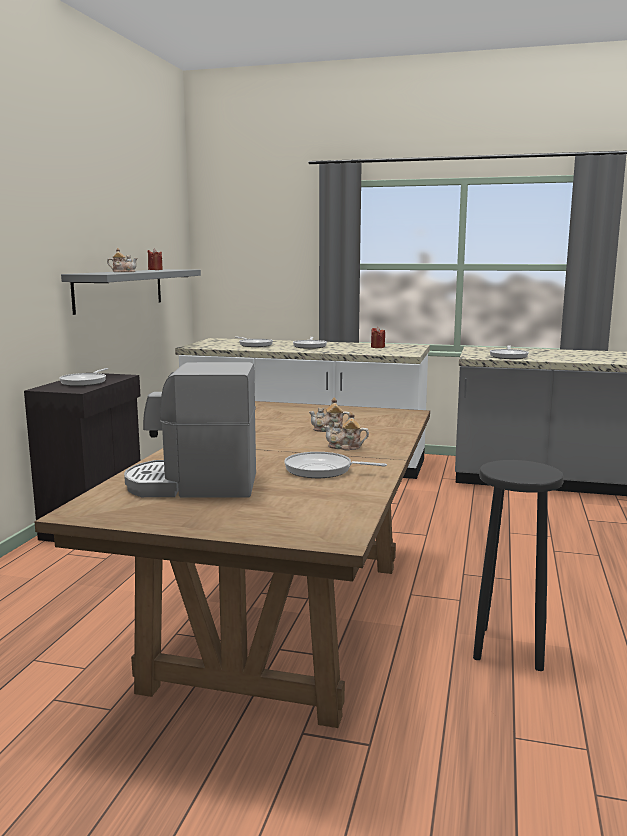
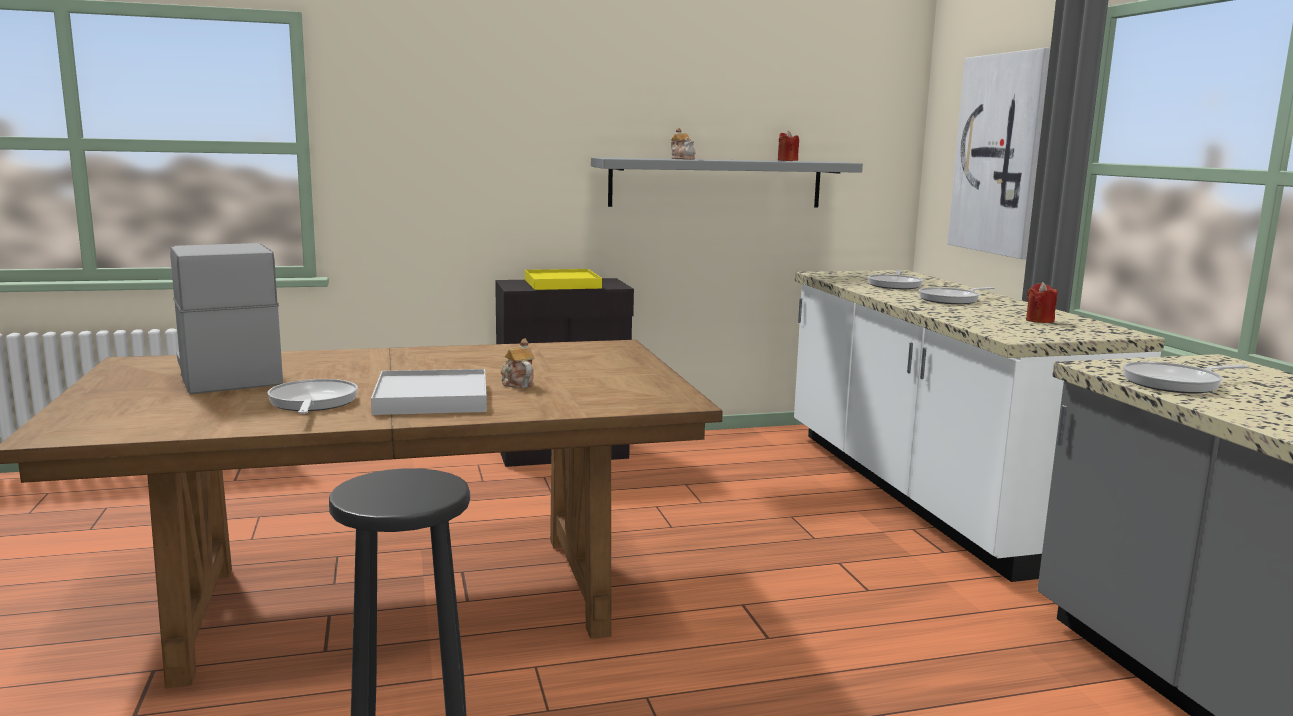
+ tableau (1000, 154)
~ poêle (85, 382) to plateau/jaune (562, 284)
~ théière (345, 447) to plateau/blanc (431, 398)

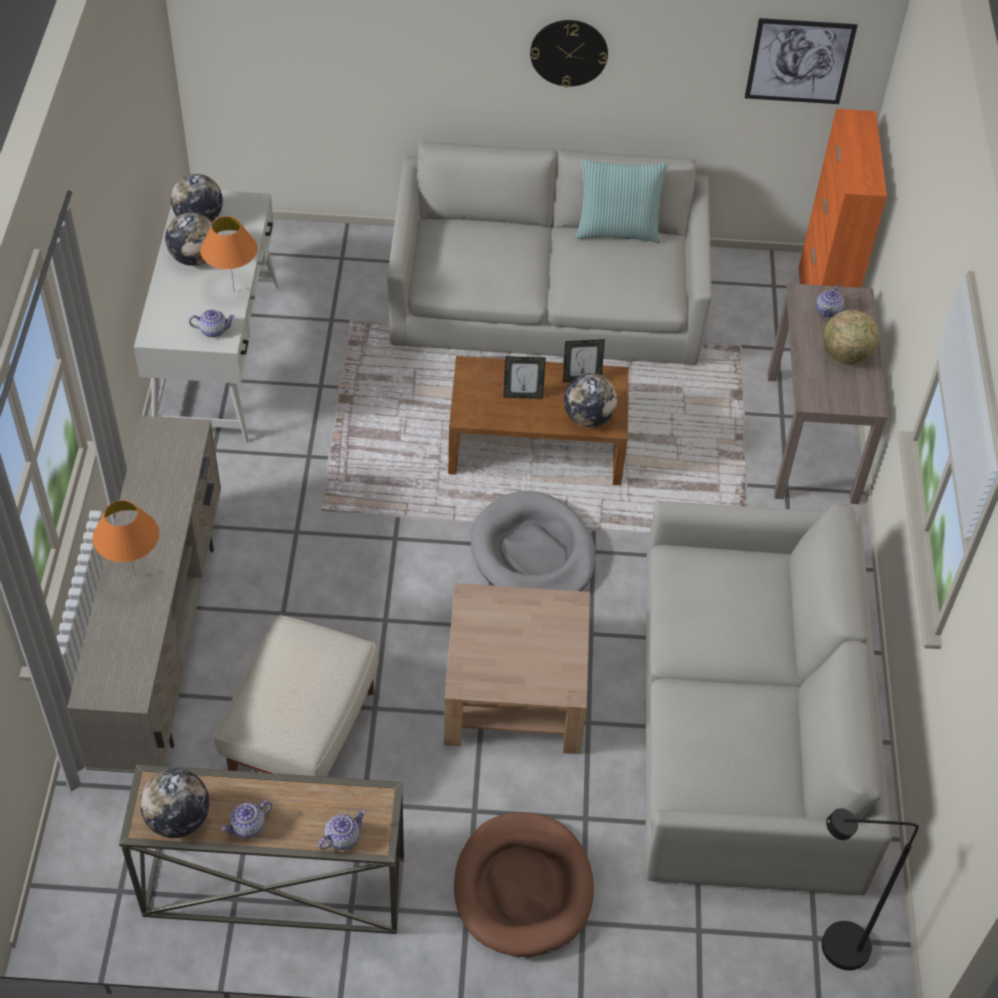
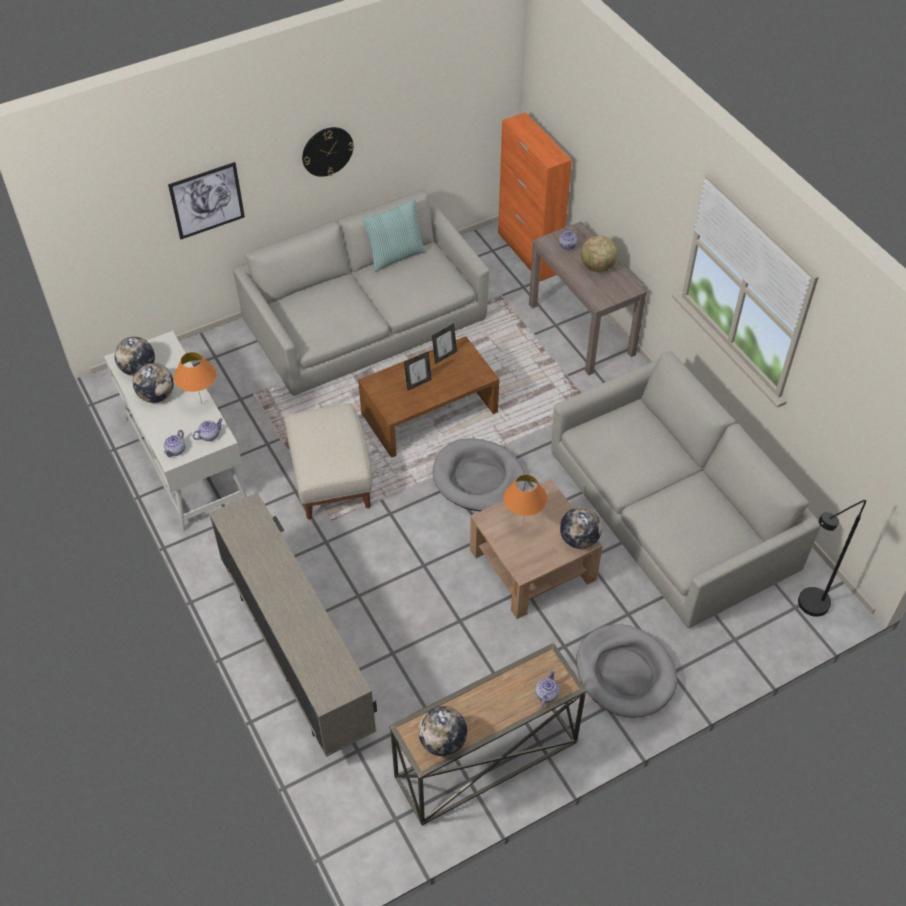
~ lampe de table/orange (135, 576) to (523, 524)
~ pouf/beige (303, 732) to (331, 477)
~ théière (248, 826) to (176, 450)
~ globe (588, 418) to (579, 539)
~ tableau (799, 61) to (207, 200)
~ panier pour chien/marron (523, 887) to panier pour chien/gris (625, 673)

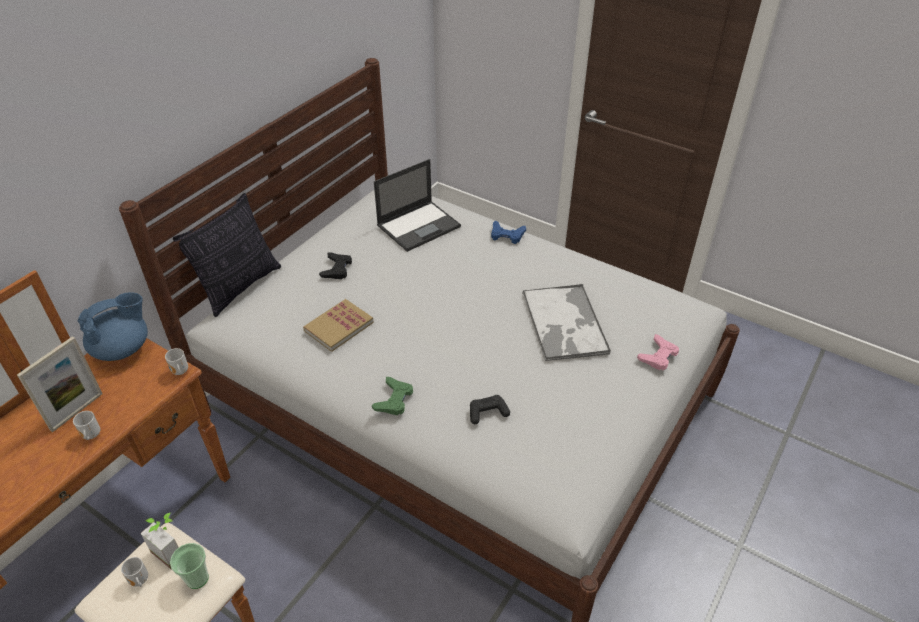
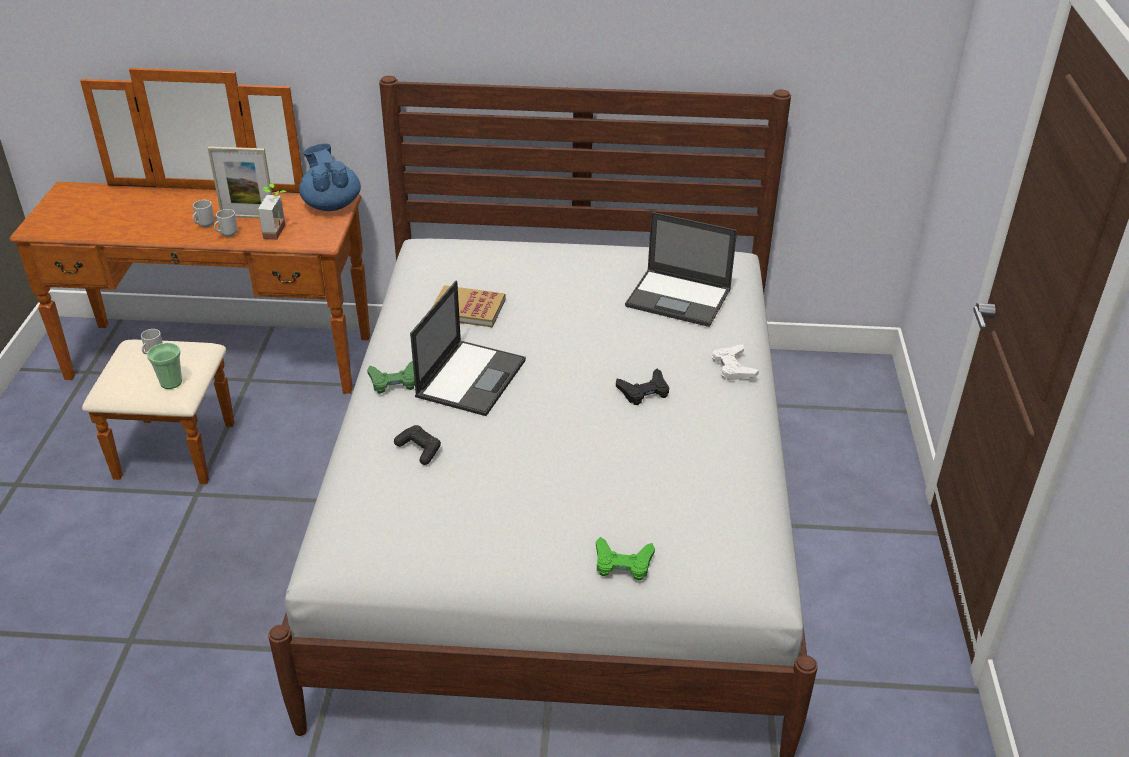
- coussin (240, 286)
- plateau (564, 323)
+ ordinateur portable (471, 377)
~ plante en pot (172, 550) to (280, 232)
~ mug (180, 372) to (204, 225)
~ manette/noir (337, 269) to (644, 391)
~ manette/bleu (507, 235) to manette/blanc (733, 367)
~ manette/rose (658, 356) to manette/vert (623, 563)
~ théière/bleu (123, 348) = (331, 204) 135 degrees counterclockwise

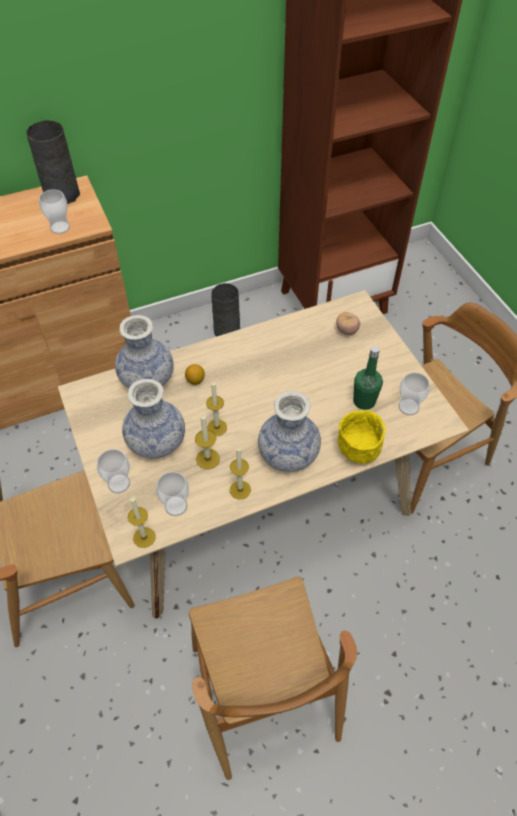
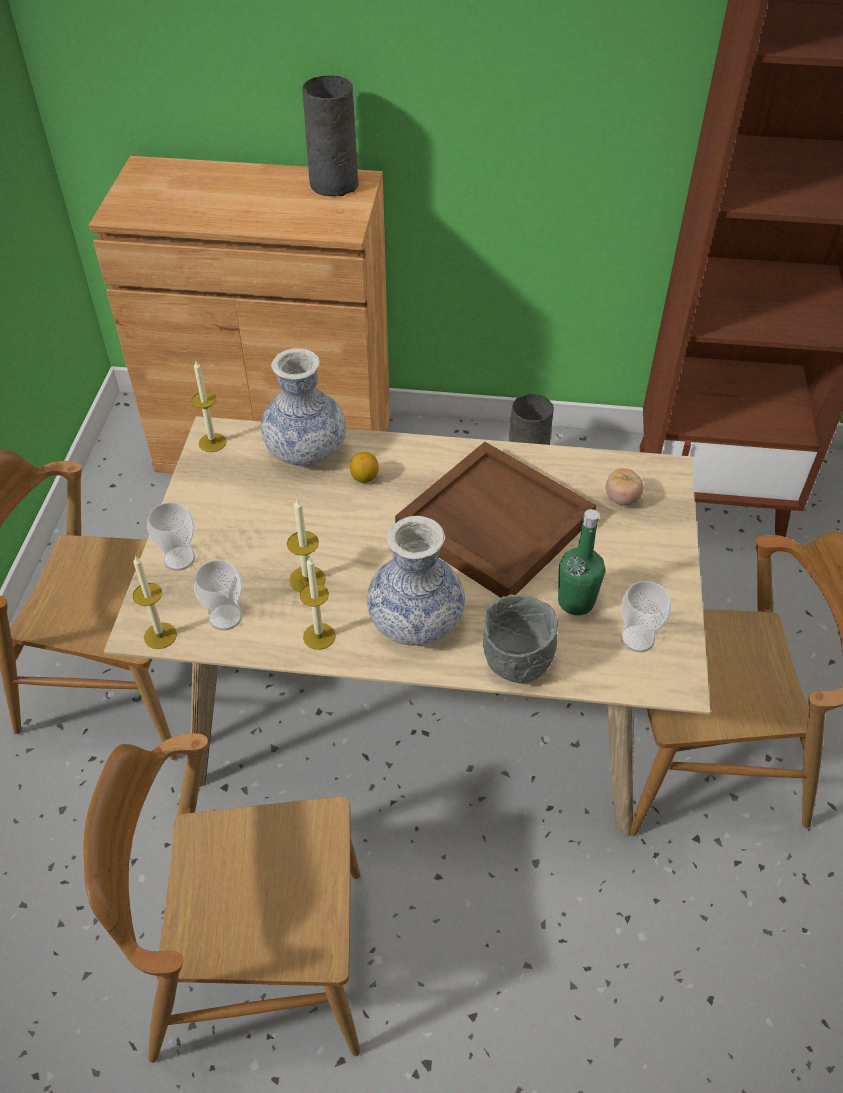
- tasse (60, 227)
- vase (156, 442)
+ plateau/marron (493, 524)
~ bougie (217, 427) to (212, 442)
~ bol/jaune (358, 450) to bol/gris (518, 662)
~ chaise/marron (264, 693) = (259, 961) 75 degrees clockwise

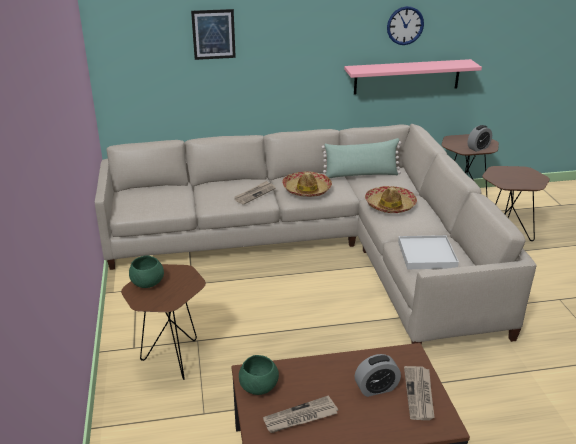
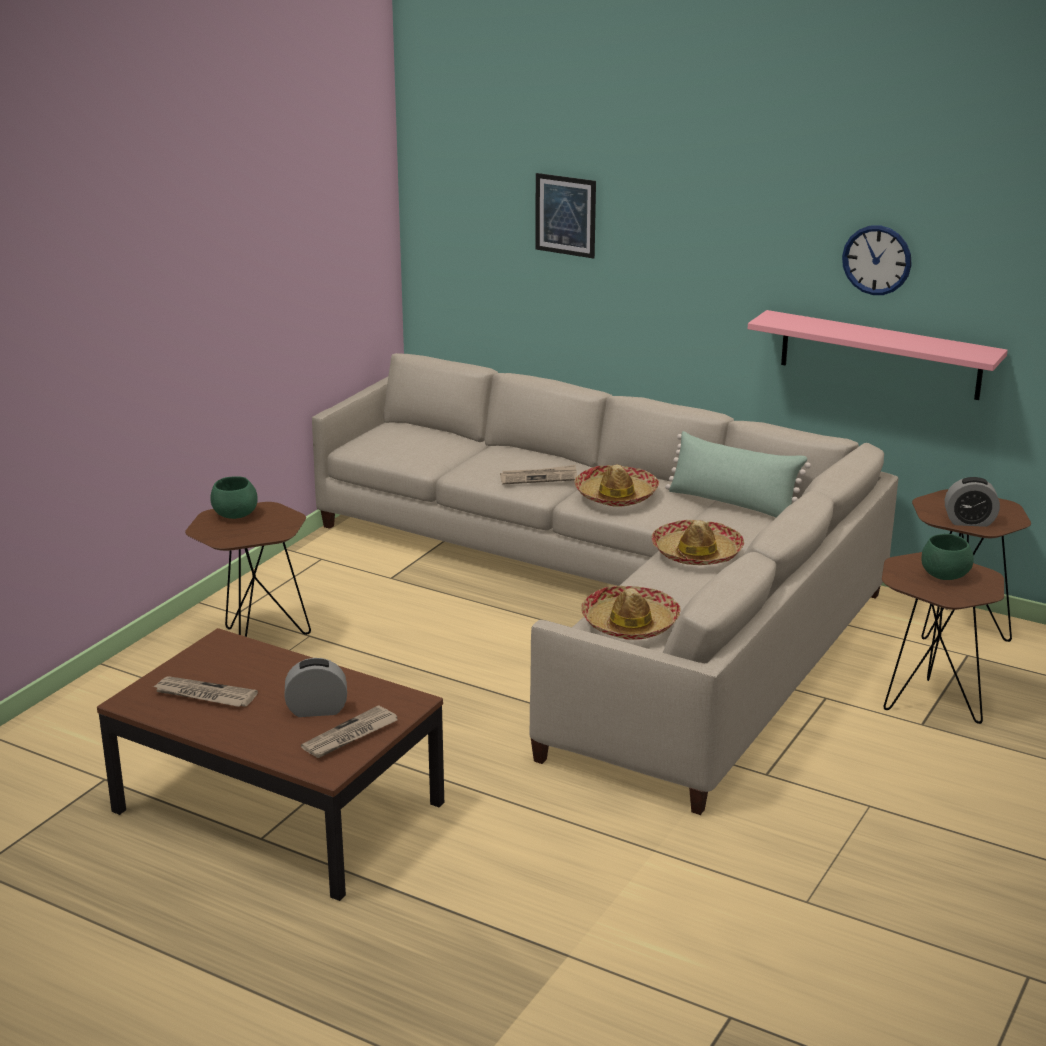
~ bol/vert (258, 387) to (944, 576)
~ plateau/blanc (427, 255) to chapeau (630, 624)
~ réveil (376, 388) = (317, 710) 150 degrees clockwise

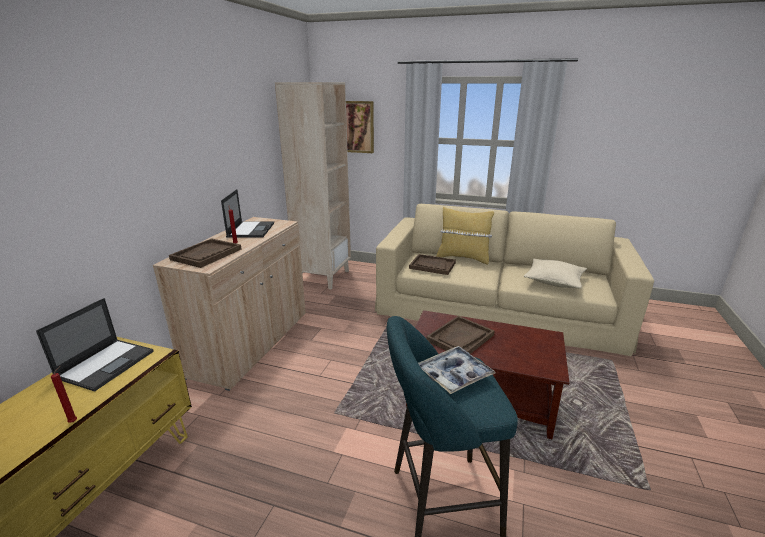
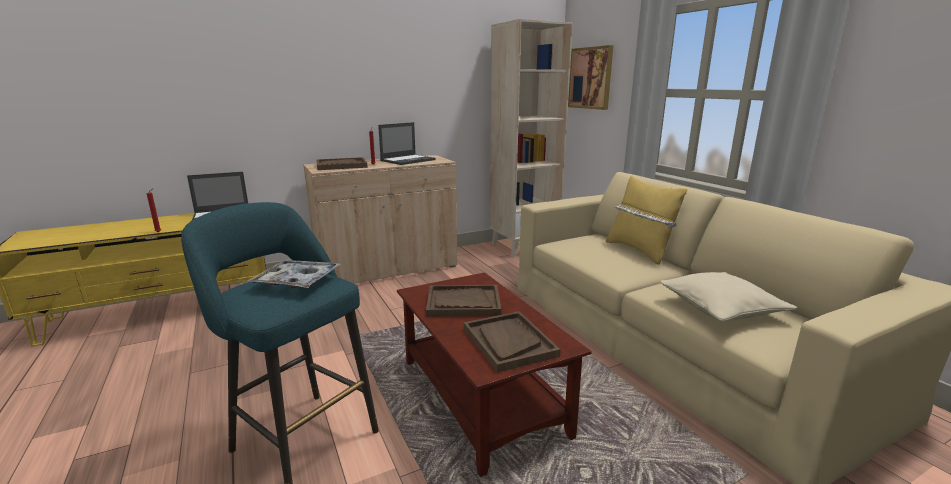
~ plateau/marron (432, 265) to (508, 342)

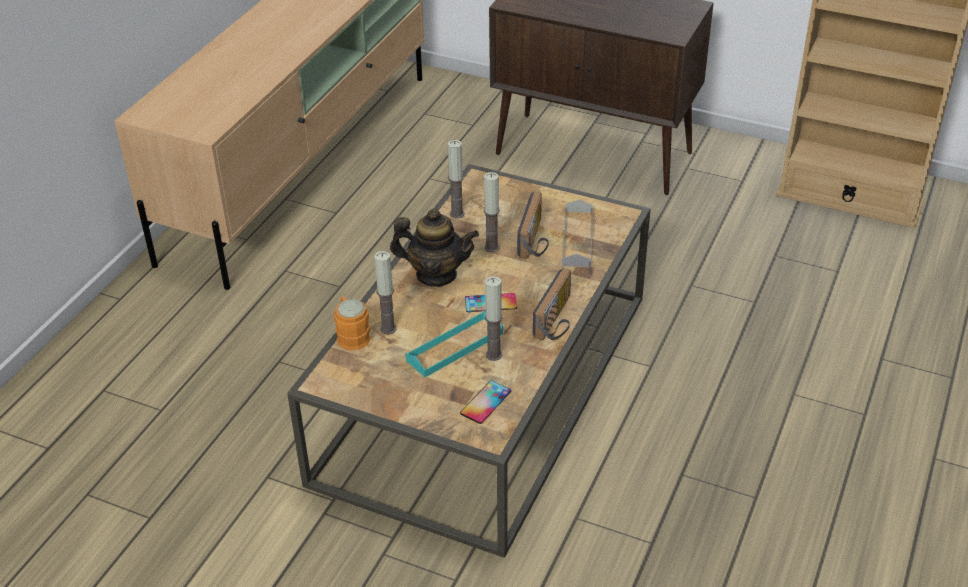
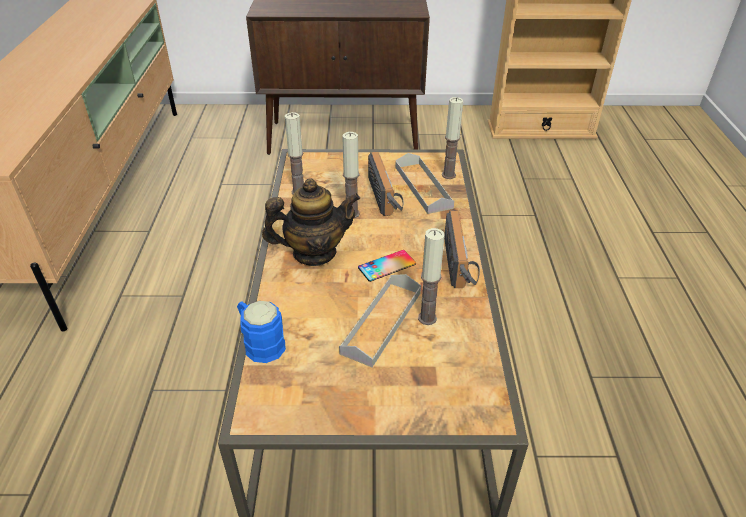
- téléphone (485, 402)
~ bougie (388, 328) to (448, 175)
~ mug/orange (351, 334) to mug/bleu (260, 342)
~ plateau/turquoise (455, 347) to plateau/gris (382, 322)

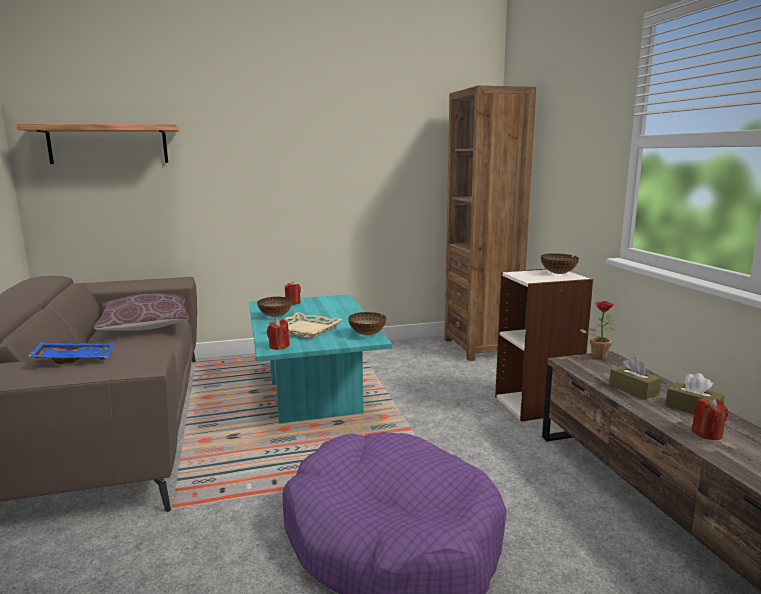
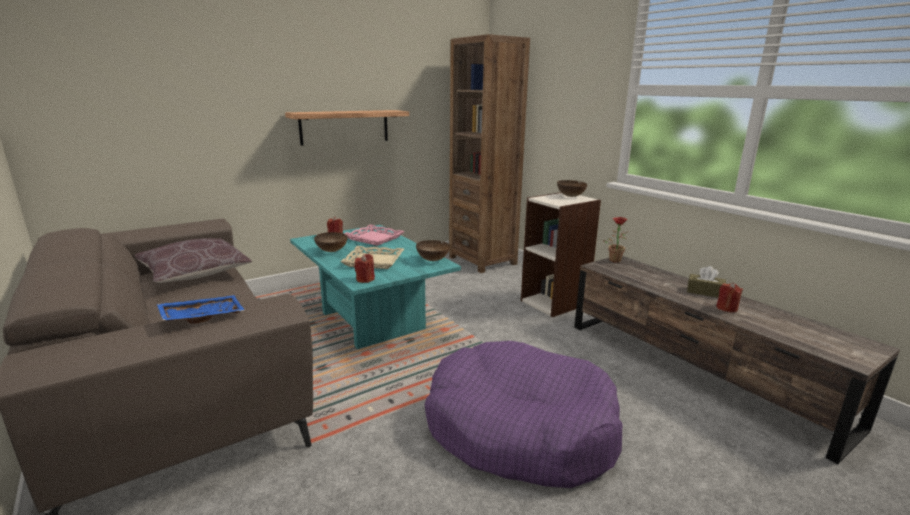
- boîte à mouchoirs/marron (633, 390)
+ plateau/rose (374, 238)
~ étagère (108, 144) to (345, 127)

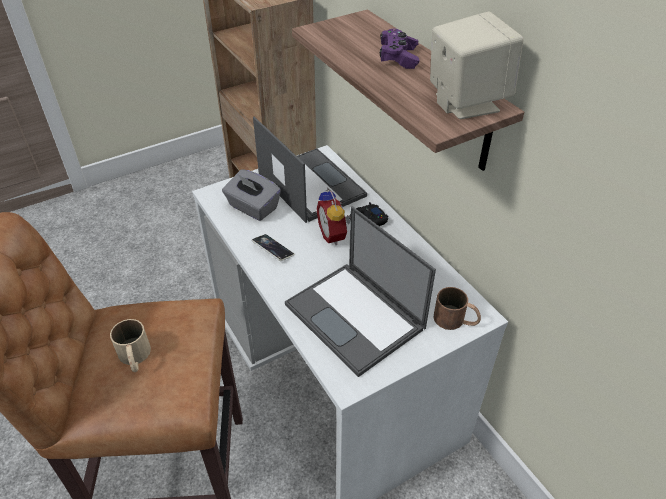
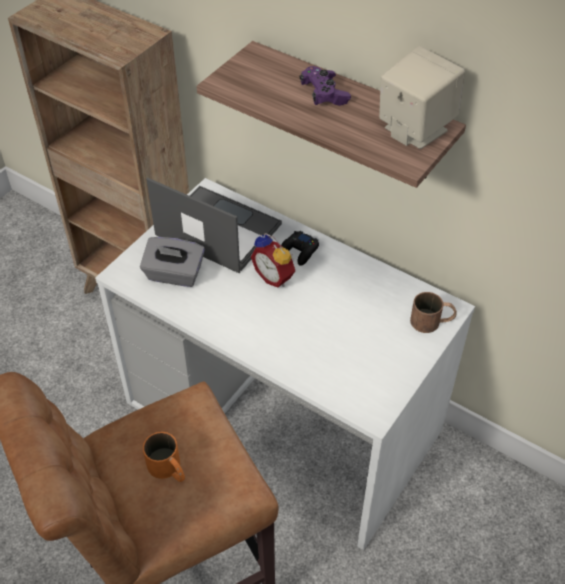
- téléphone (273, 249)
- ordinateur portable (356, 317)
~ mug/beige (135, 358) to mug/orange (168, 469)

